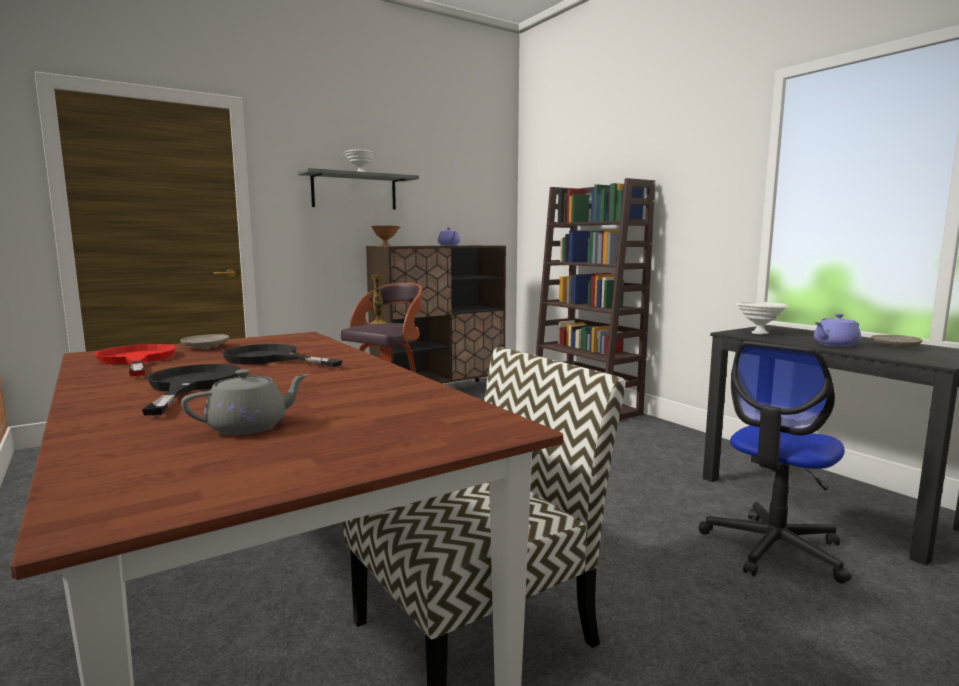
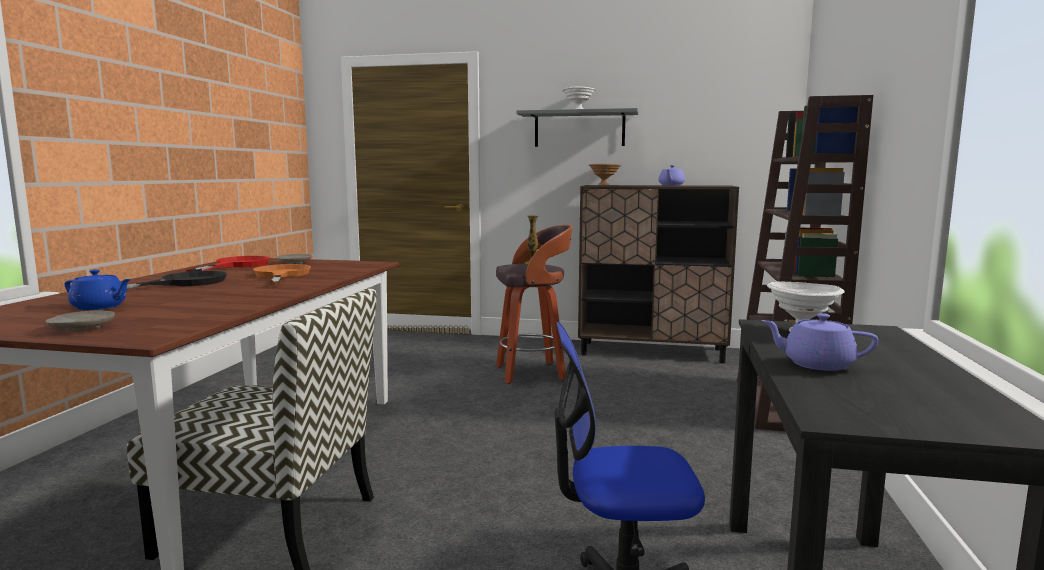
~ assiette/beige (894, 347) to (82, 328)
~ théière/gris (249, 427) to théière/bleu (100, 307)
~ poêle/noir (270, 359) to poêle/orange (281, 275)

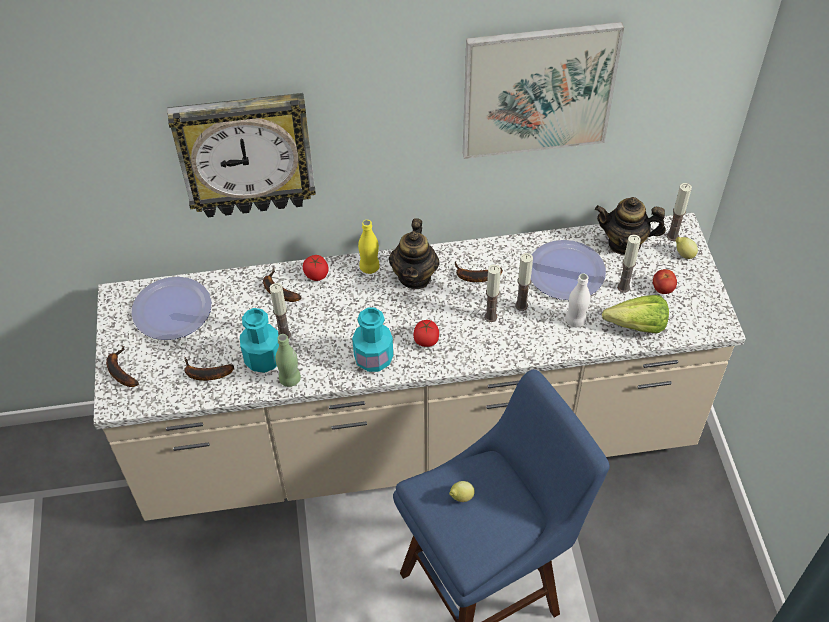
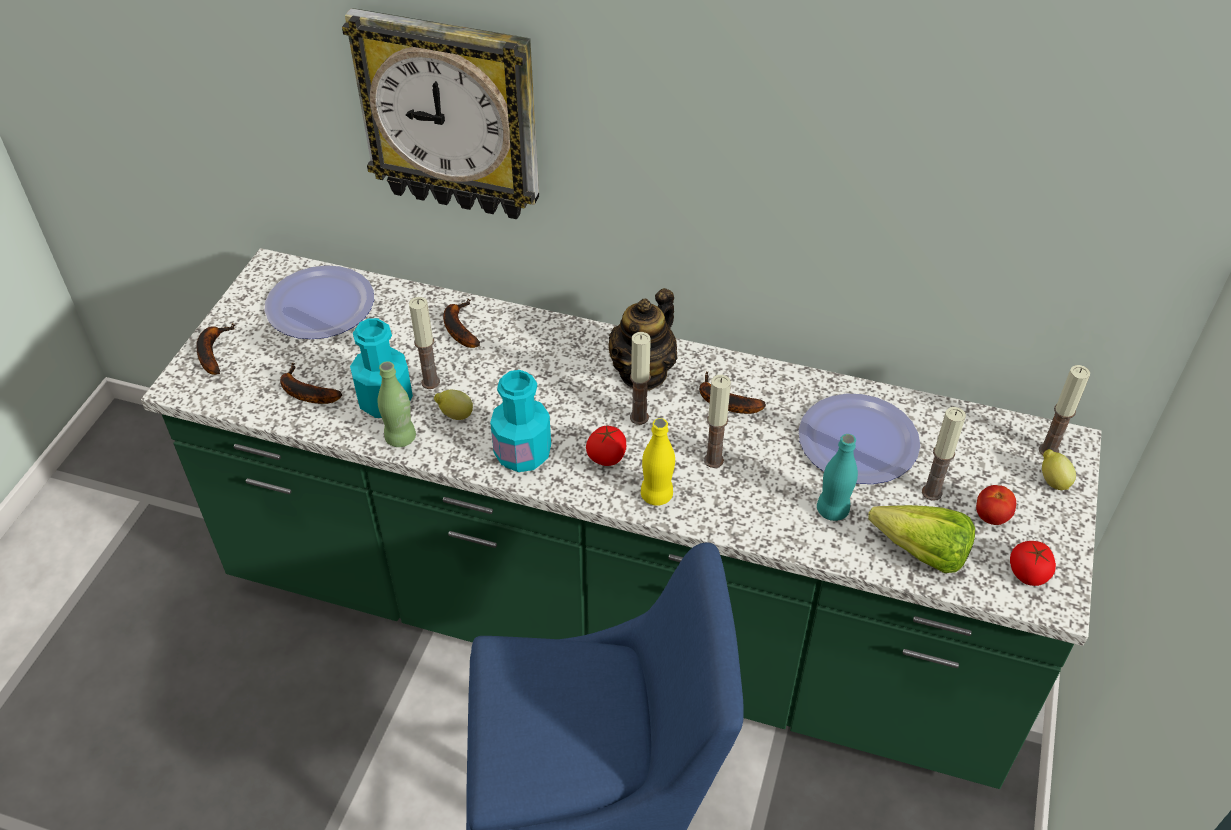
- tableau (538, 90)
- théière (625, 243)
~ tomate (316, 274) to (1028, 573)
~ bouteille/jaune (369, 267) to (656, 495)
~ citron (461, 497) to (455, 415)
~ bougie (521, 305) to (639, 417)
~ comptoir de cuisine/beige (417, 439) to comptoir de cuisine/vert (615, 619)
~ bouteille/blanc (575, 320) to bouteille/turquoise (832, 510)

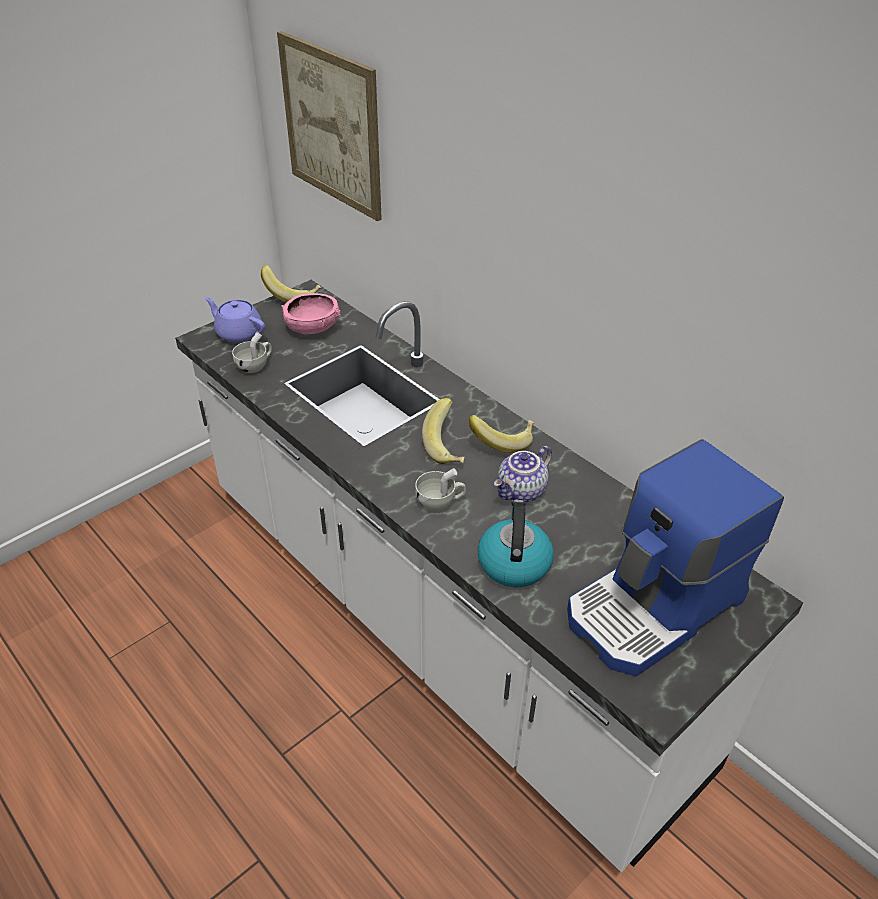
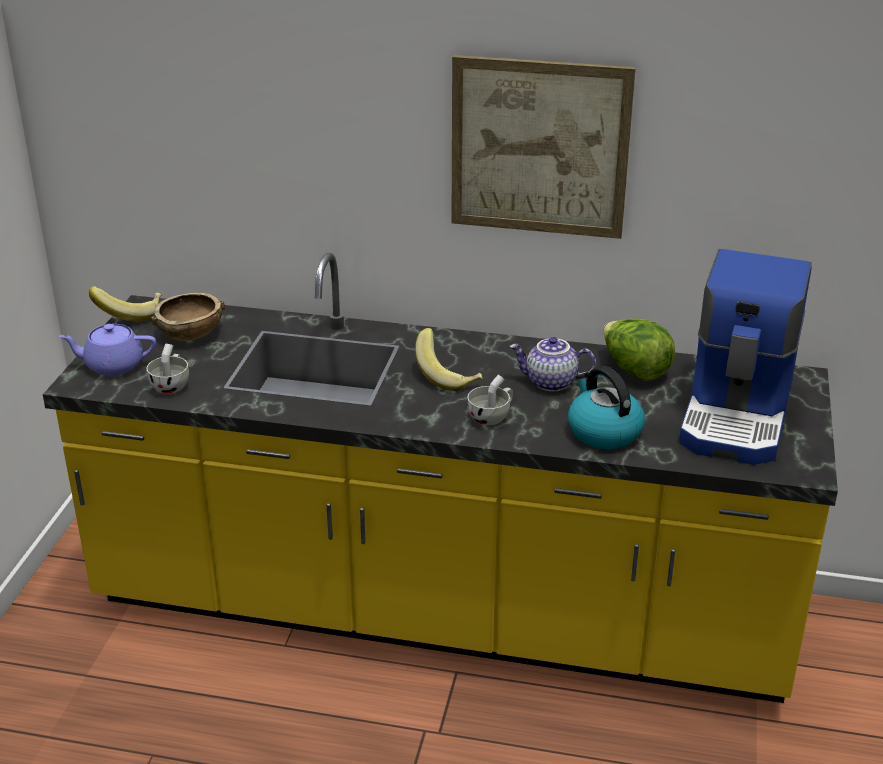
- banane (502, 441)
+ laitue (634, 370)
~ tableau (332, 126) to (539, 147)
~ comptoir de cuisine/blanc (437, 620) to comptoir de cuisine/jaune (441, 611)
~ bol/rose (313, 327) to bol/marron (191, 333)
~ théière (522, 492) = (550, 383) 90 degrees clockwise

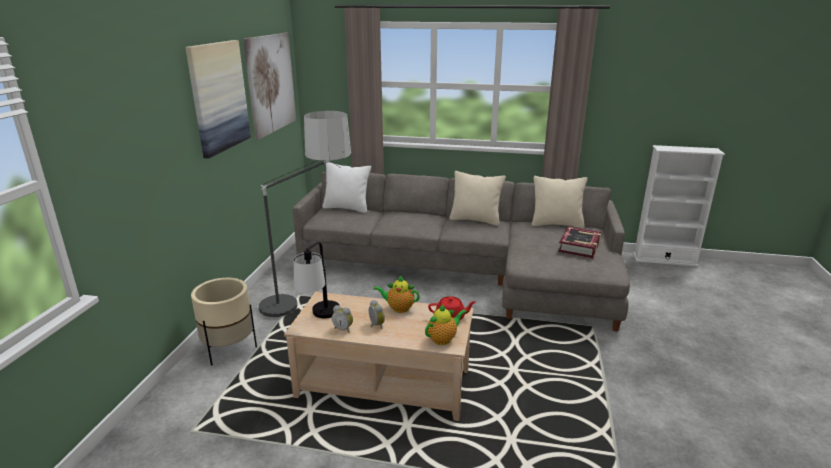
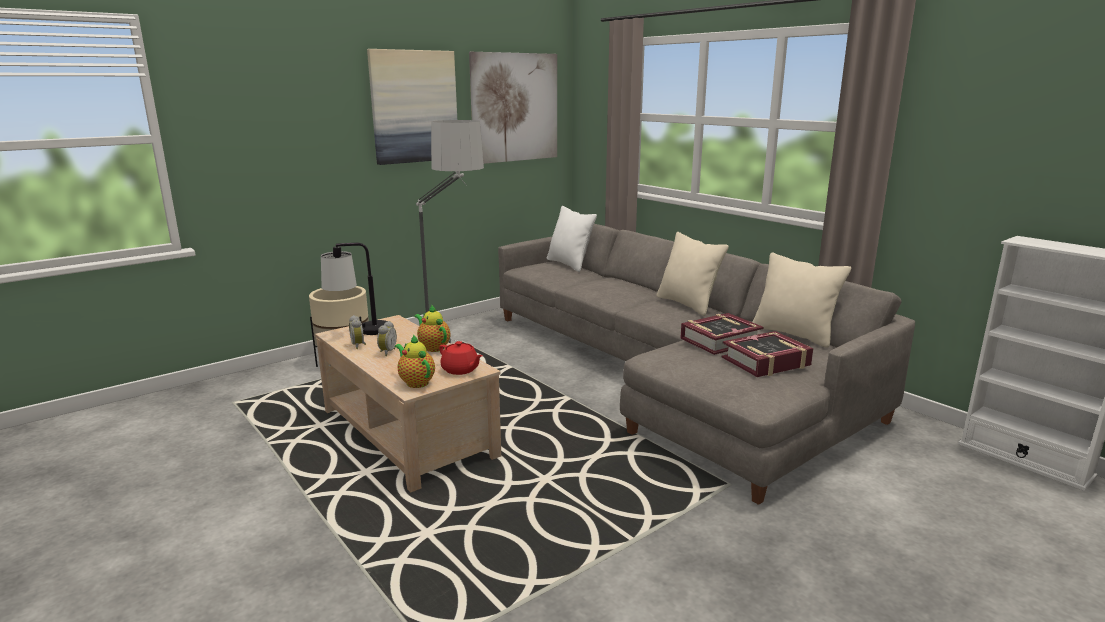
+ livre (720, 340)
~ théière (443, 339) = (416, 382) 135 degrees counterclockwise

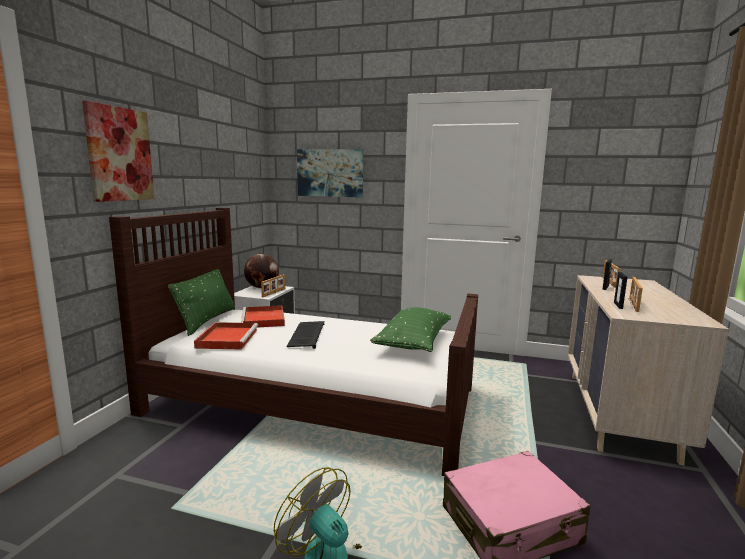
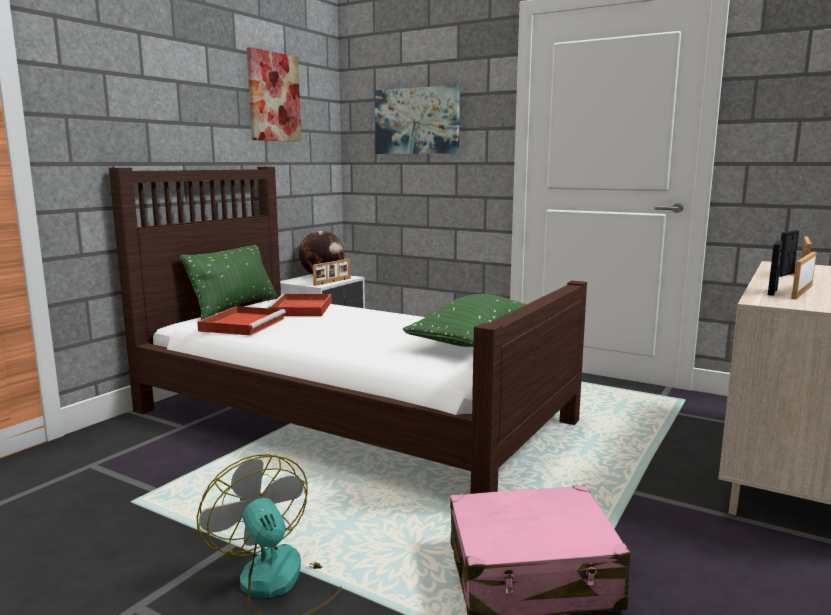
- clavier (306, 335)
~ tableau (119, 154) to (273, 97)

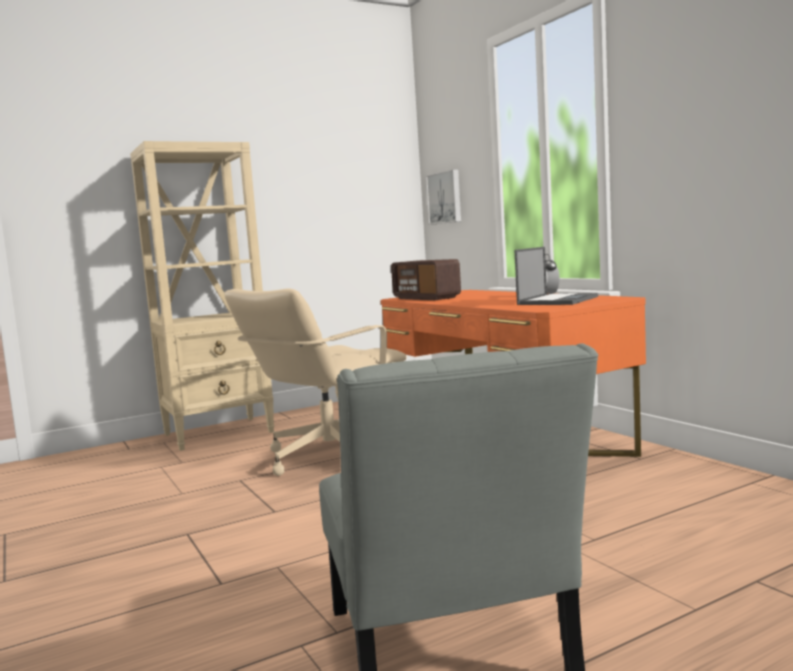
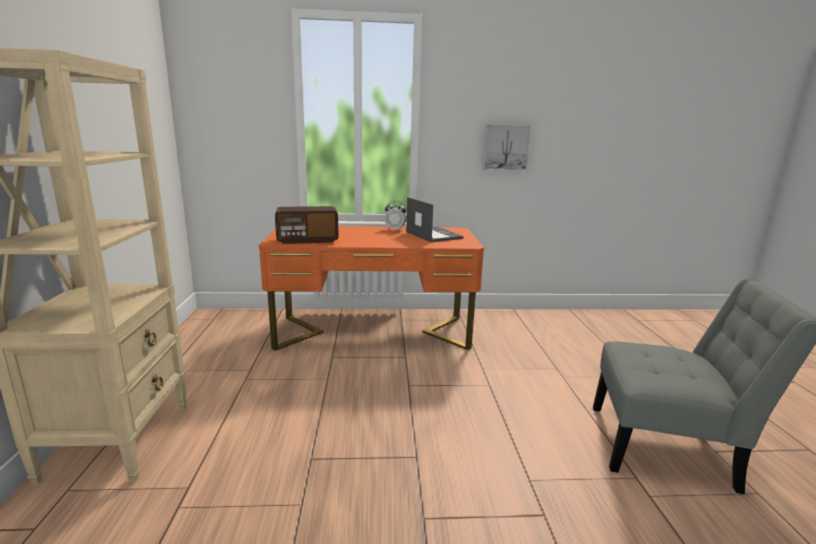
- chaise de bureau/beige (327, 457)
~ tableau (445, 197) to (505, 147)

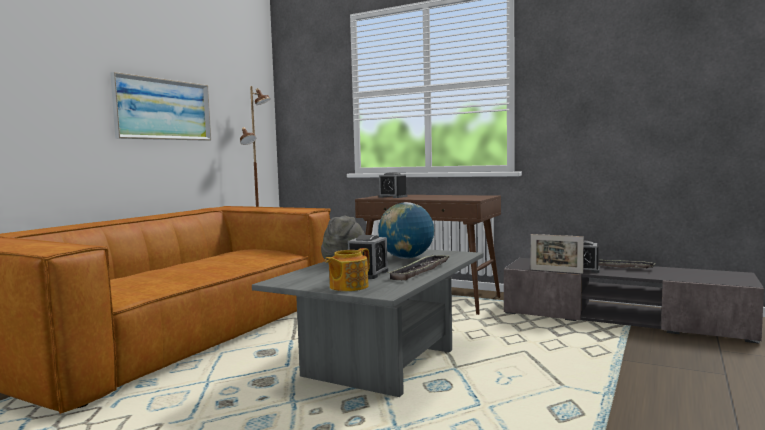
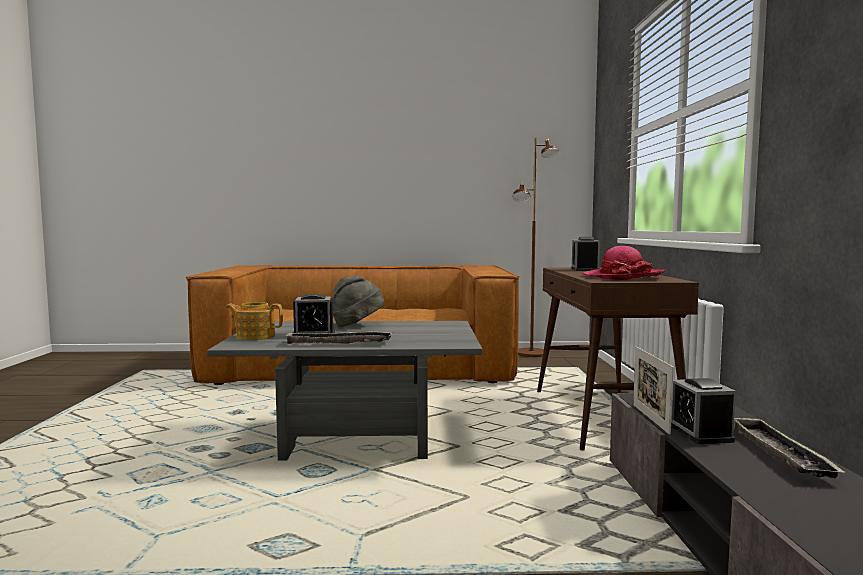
- tableau (163, 109)
- globe (406, 258)
+ chapeau (623, 277)

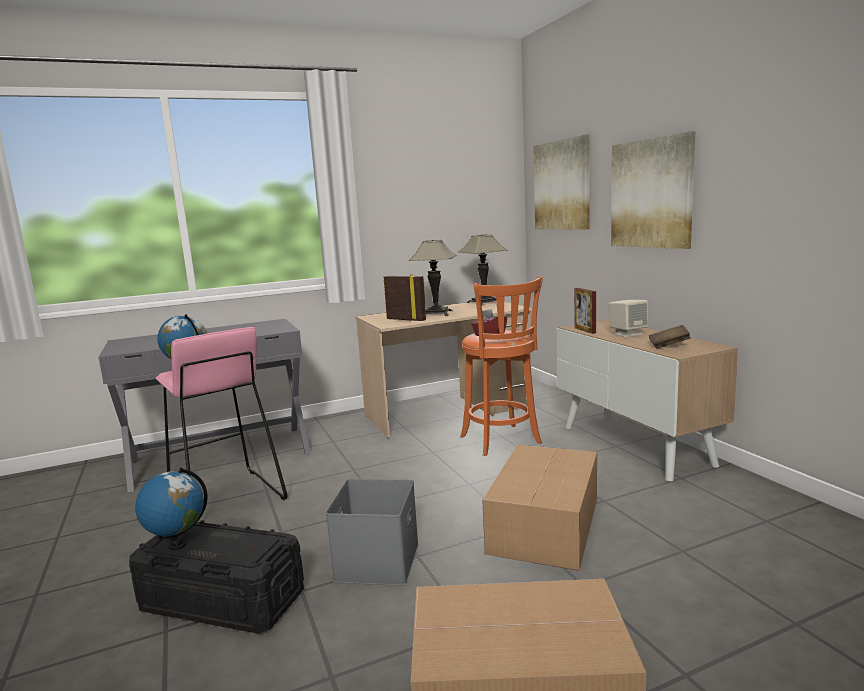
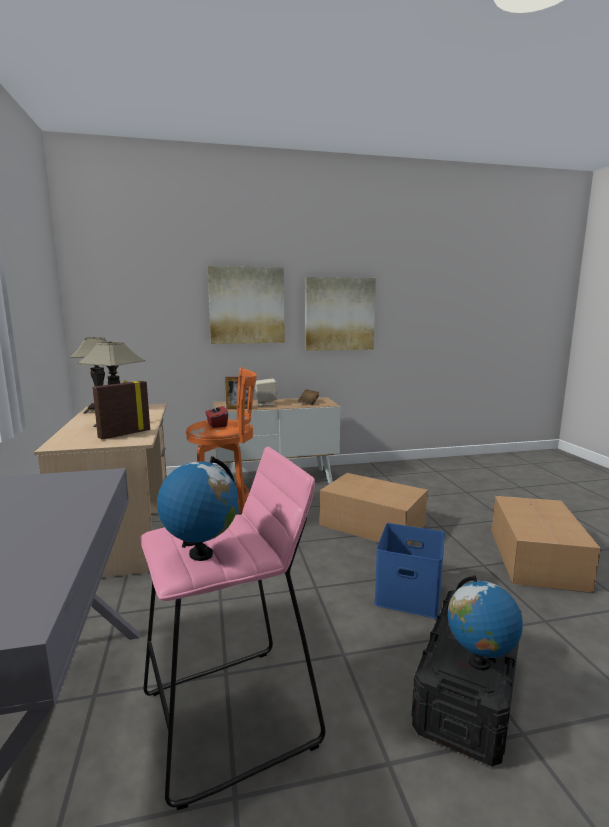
~ tableau (562, 185) to (339, 314)
~ boîte de rangement/gris (378, 563) to boîte de rangement/bleu (410, 593)

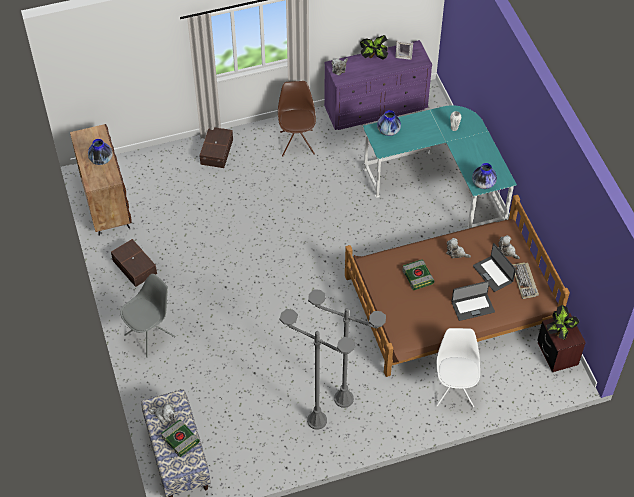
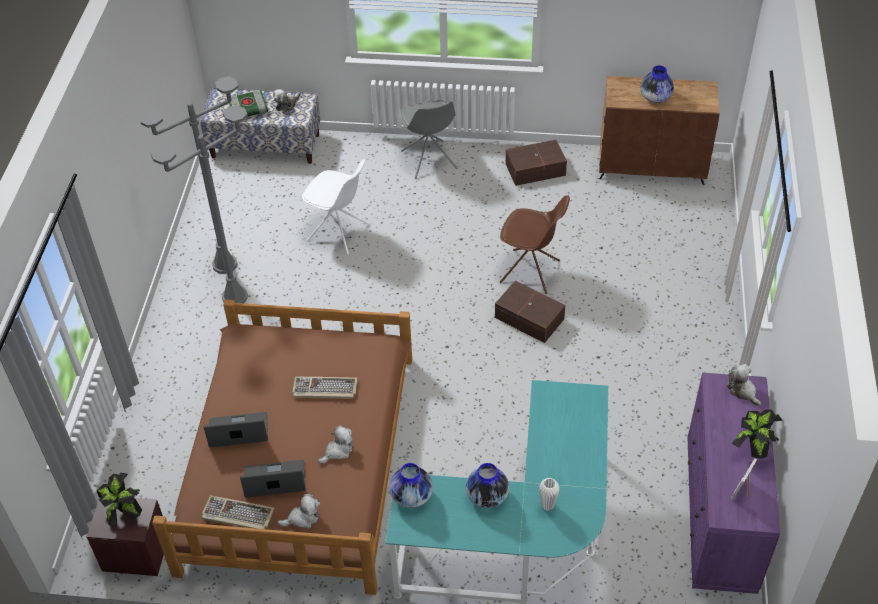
~ boîte de rangement/marron (217, 151) to (529, 319)
~ chaise/marron (297, 142) to (531, 272)
~ vase (388, 131) to (487, 496)
~ chaise/blanc (454, 389) to (339, 233)
~ livre (418, 277) to clavier (324, 389)
~ ordinateur portable (472, 306) = (238, 431) 75 degrees clockwise

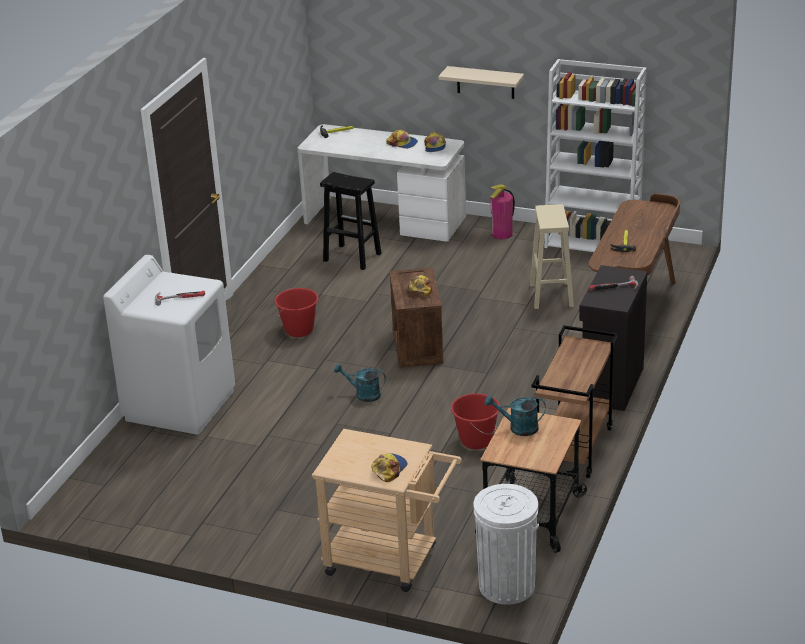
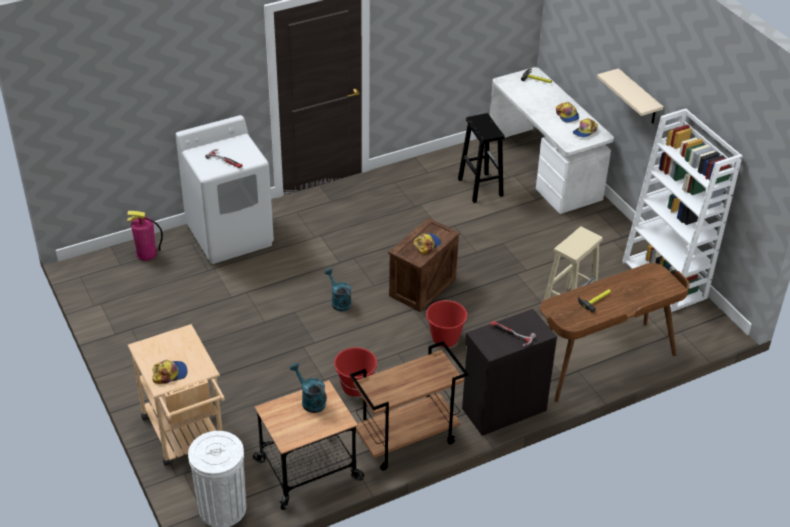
~ seau/rouge (299, 330) to (445, 339)
~ extincteur (502, 234) to (146, 254)

